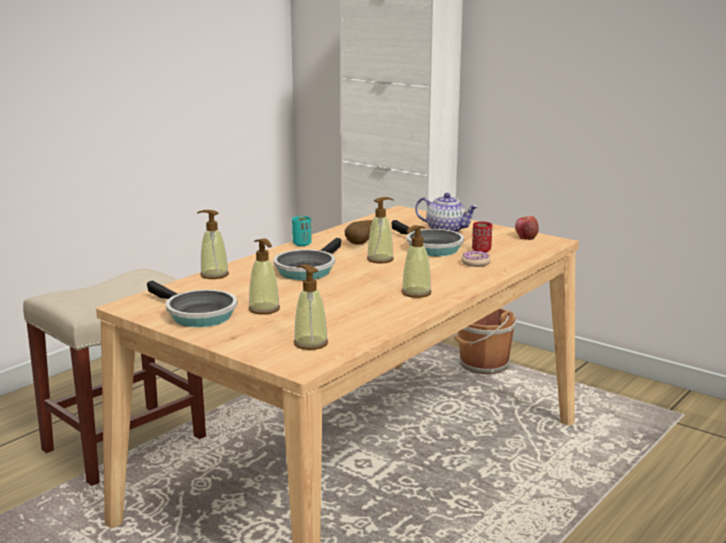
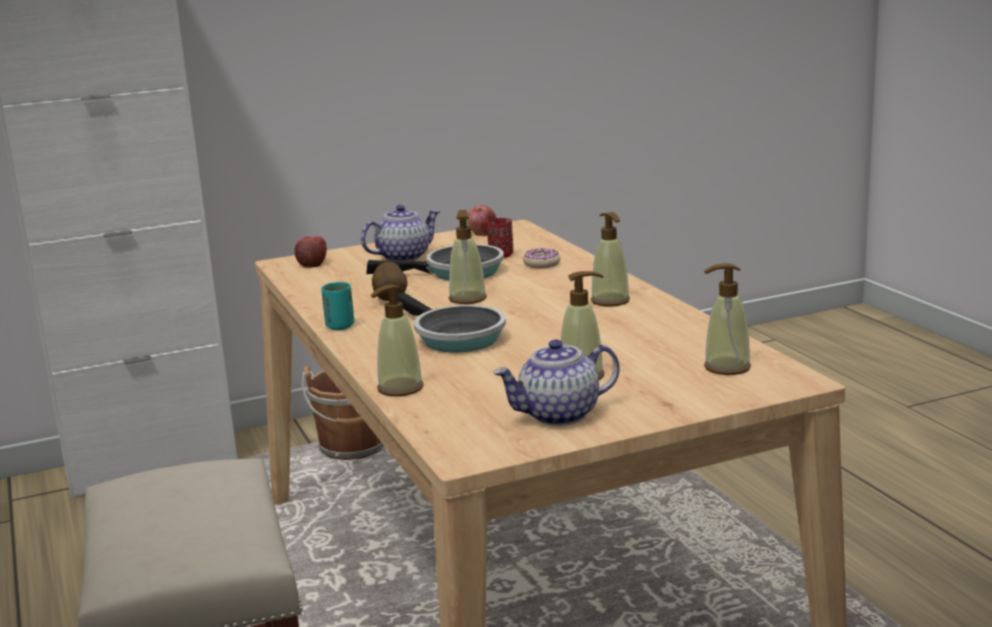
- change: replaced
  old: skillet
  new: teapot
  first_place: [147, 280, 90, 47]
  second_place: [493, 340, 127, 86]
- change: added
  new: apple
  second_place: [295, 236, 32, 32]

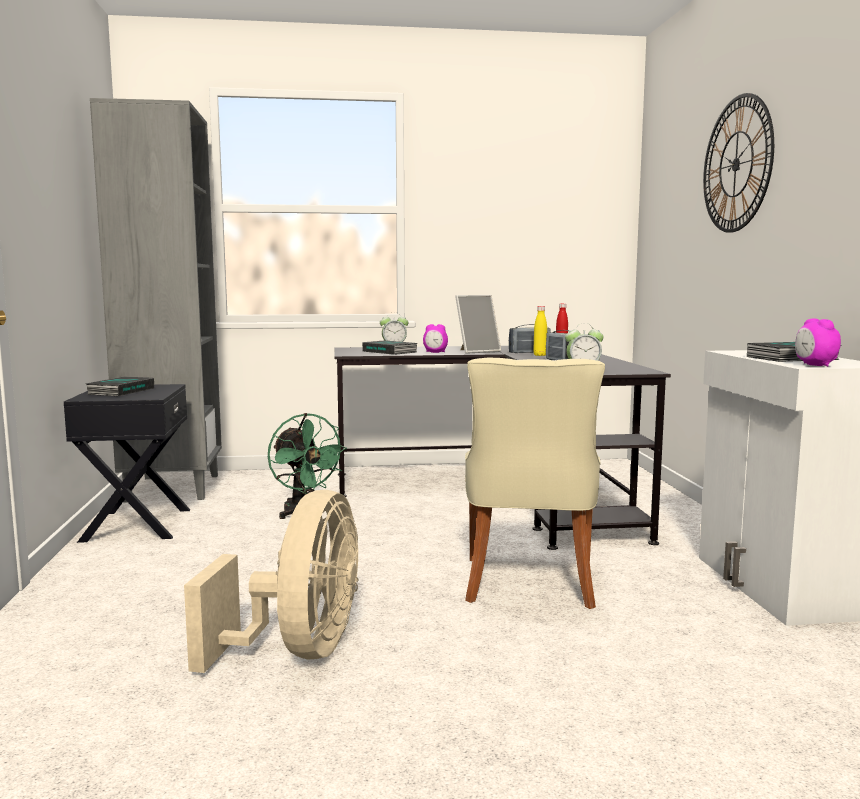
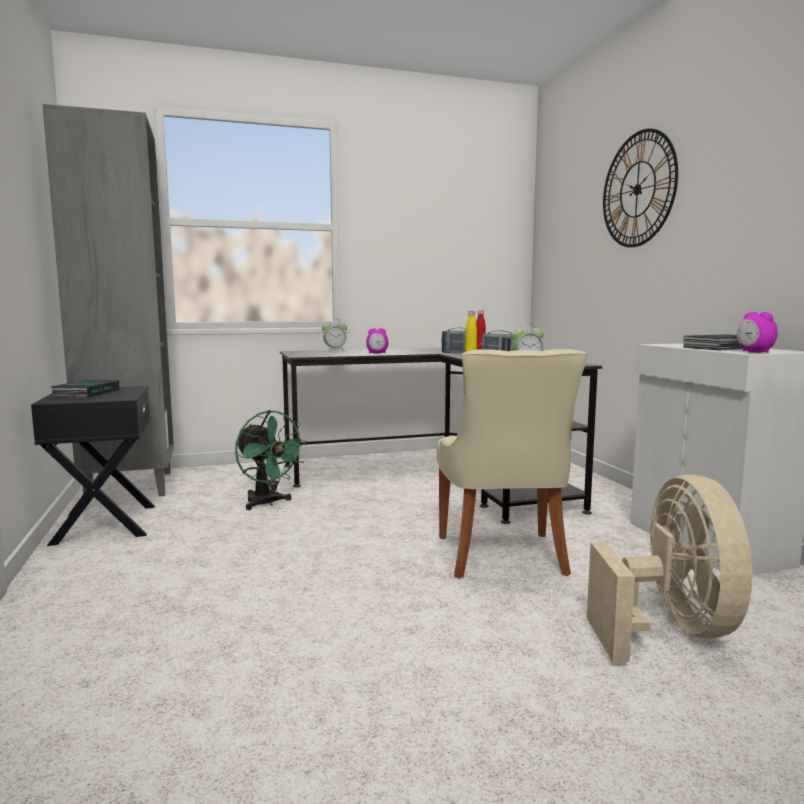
- change: removed
  old: photo frame
  first_place: [455, 295, 46, 59]
- change: removed
  old: volume
  first_place: [362, 340, 56, 15]
- change: moved
  old: cooling fan (beige)
  first_place: [184, 490, 175, 183]
  second_place: [587, 475, 165, 187]

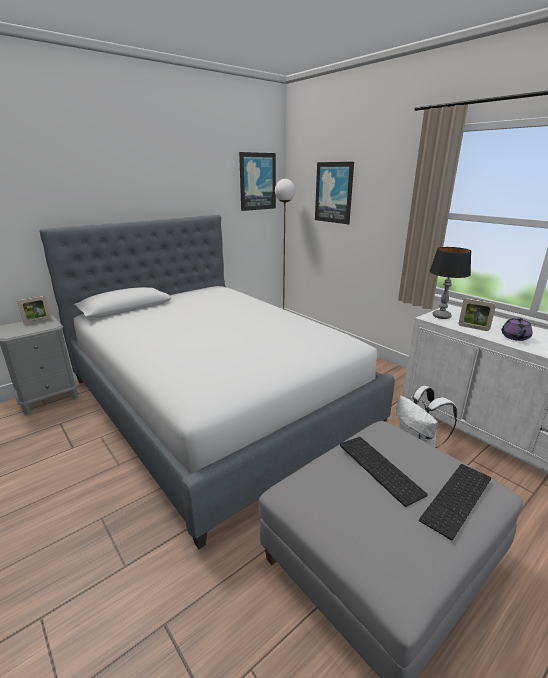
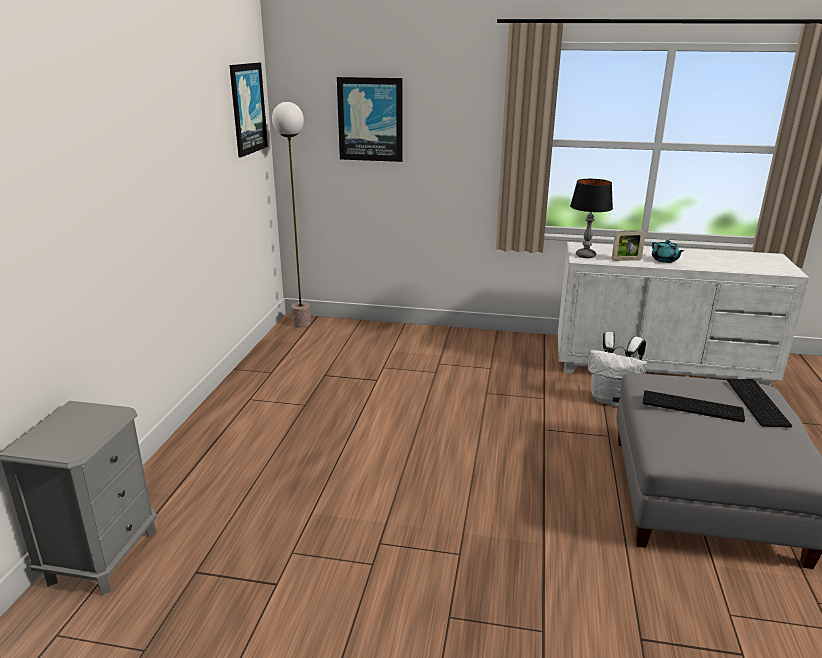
- change: removed
  old: bedroom bed
  first_place: [40, 215, 355, 334]
- change: removed
  old: photo frame
  first_place: [18, 296, 33, 28]
- change: recoloured
  old: teapot (purple-coloured)
  new: teapot (blue-green)
  first_place: [501, 317, 31, 24]
  second_place: [652, 240, 32, 23]

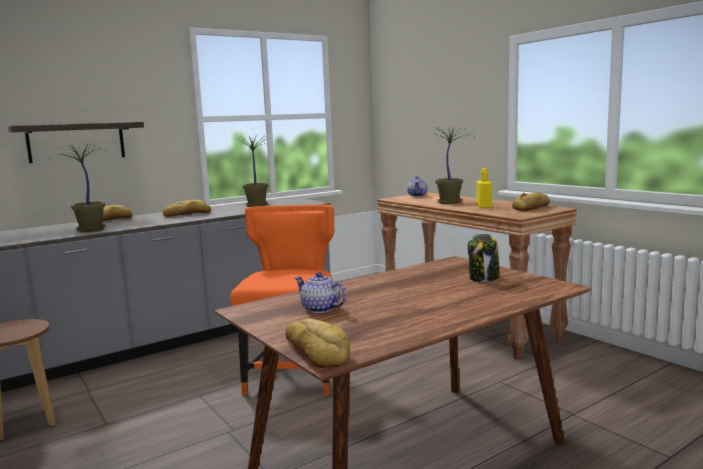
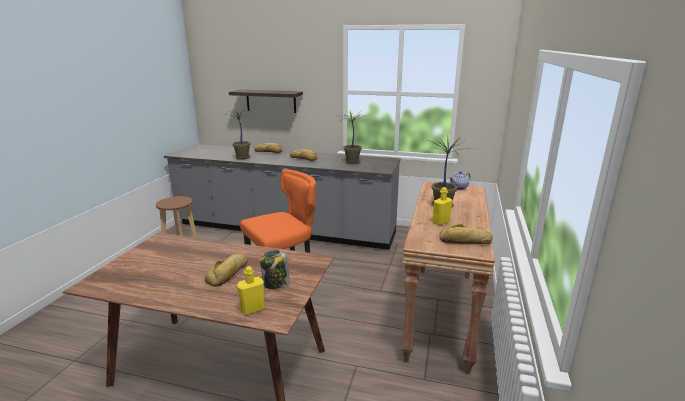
- change: removed
  old: teapot
  first_place: [295, 272, 51, 41]
- change: moved
  old: baked bread
  first_place: [285, 318, 65, 50]
  second_place: [205, 254, 42, 33]
- change: added
  new: bottle (yellow)
  second_place: [237, 266, 28, 49]

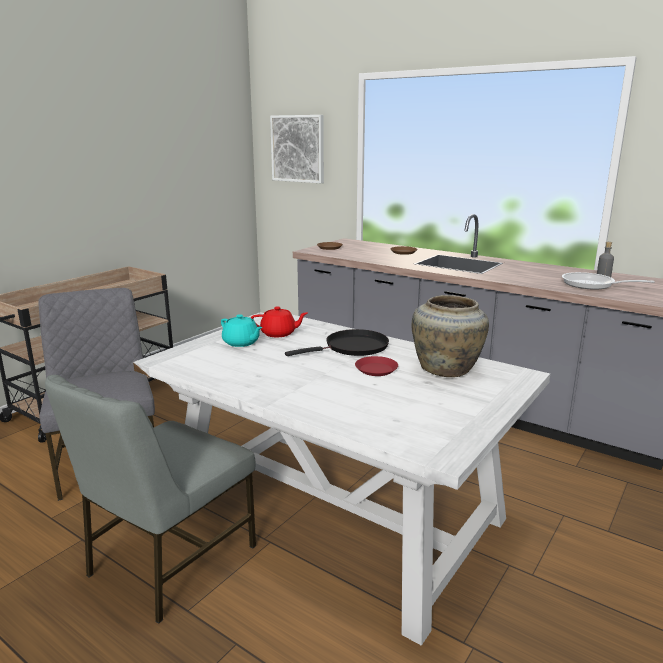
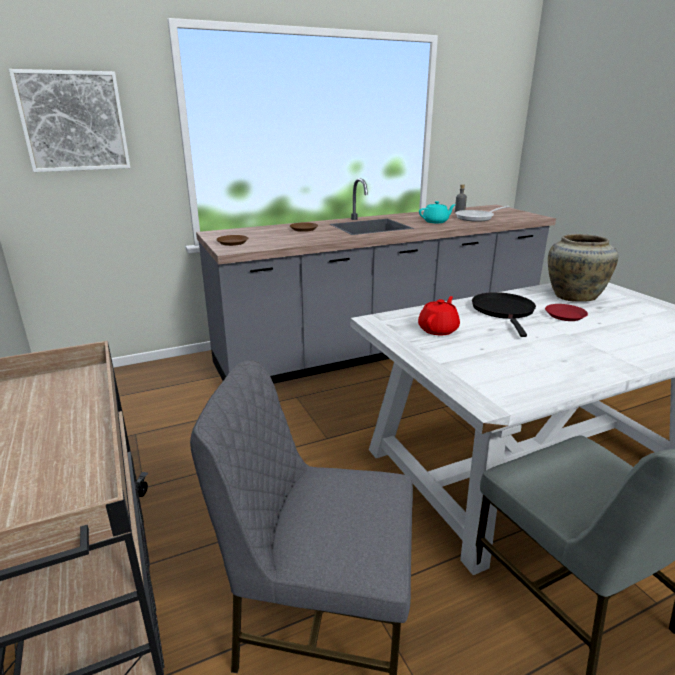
- change: moved
  old: teapot (blue-green)
  first_place: [221, 314, 42, 33]
  second_place: [419, 201, 37, 22]

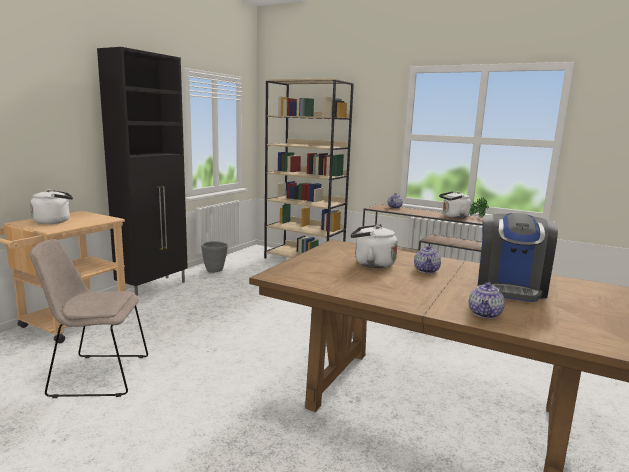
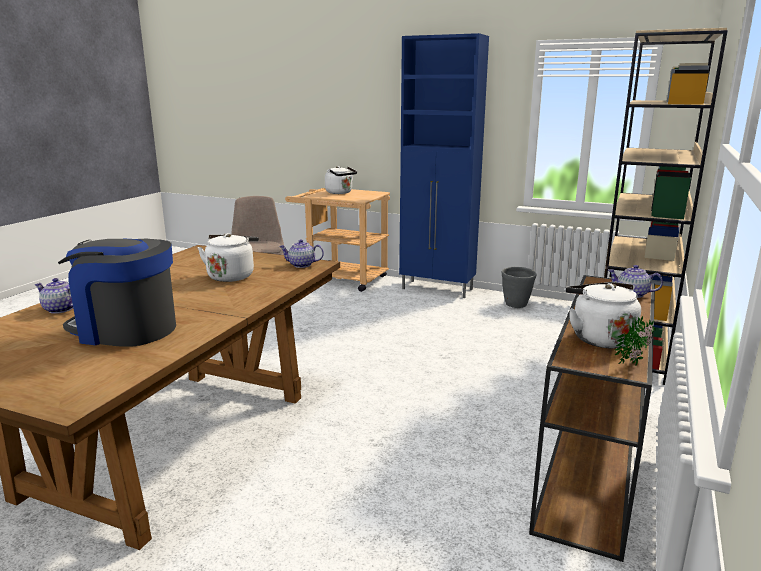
- change: recoloured
  old: storage cabinet (black-coloured)
  new: storage cabinet (blue-coloured)
  first_place: [97, 47, 91, 249]
  second_place: [399, 33, 90, 265]
- change: moved
  old: teapot
  first_place: [414, 246, 27, 27]
  second_place: [279, 239, 45, 29]

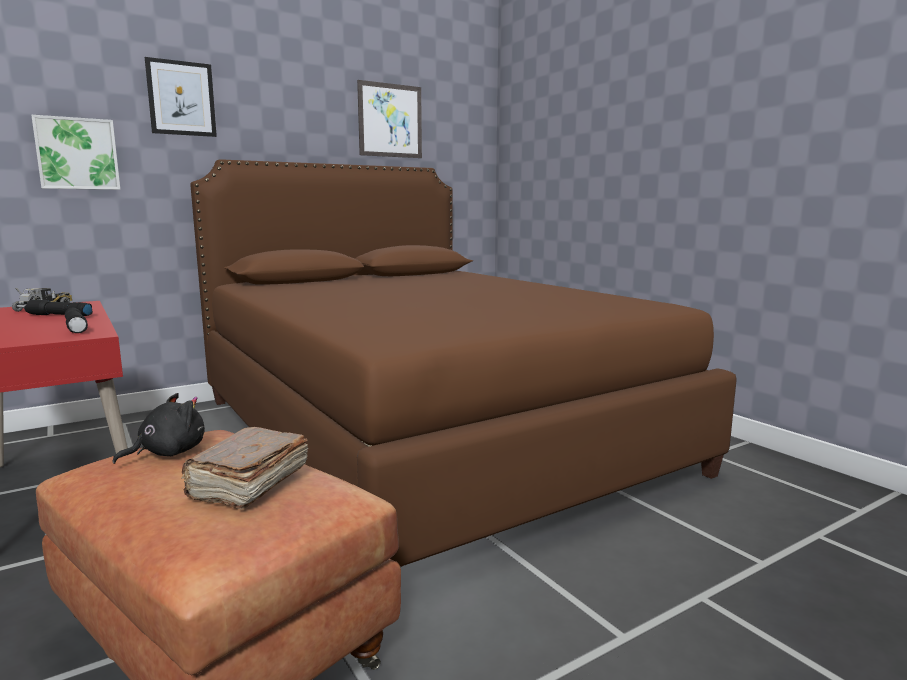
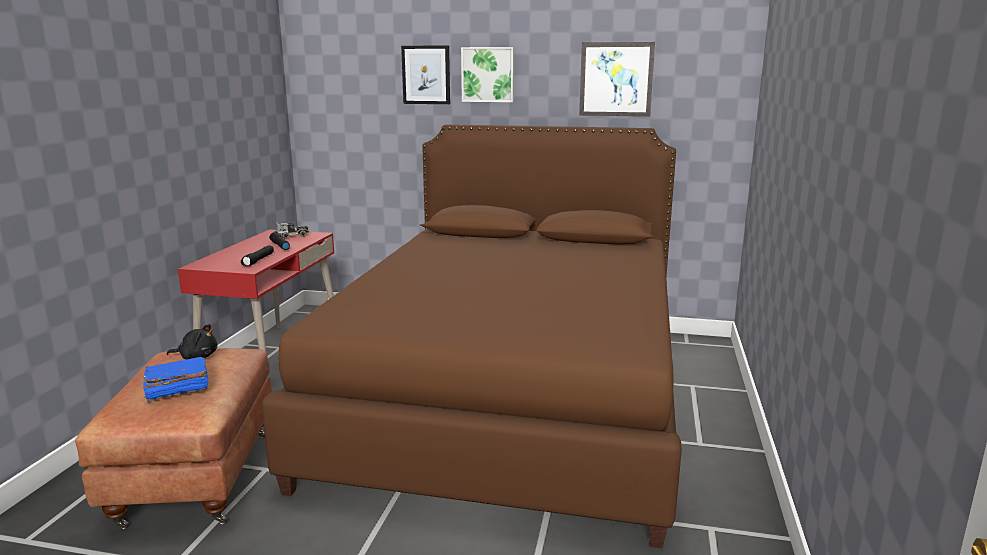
- change: moved
  old: wall picture
  first_place: [31, 115, 89, 75]
  second_place: [461, 47, 53, 55]
- change: recoloured
  old: volume (brown)
  new: volume (blue-coloured)
  first_place: [182, 427, 126, 83]
  second_place: [143, 357, 66, 45]

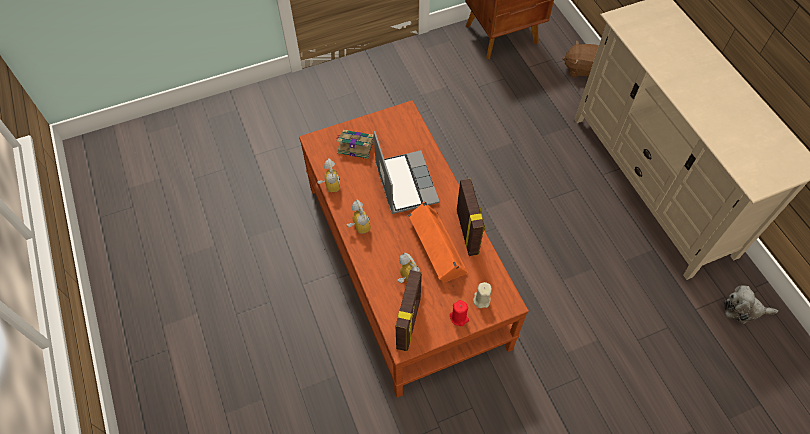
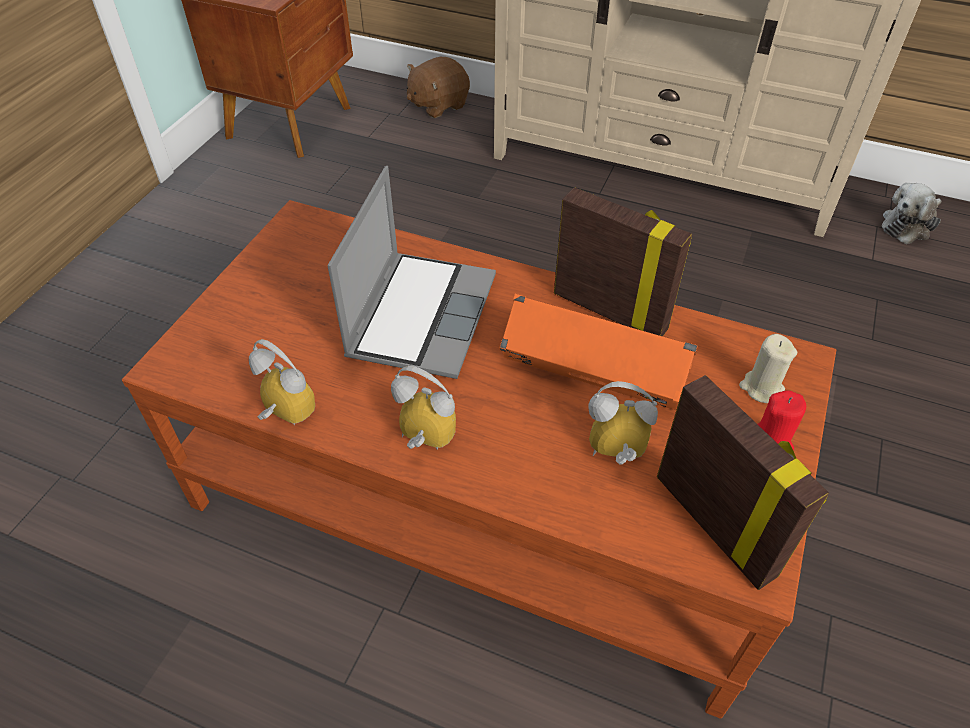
- change: removed
  old: volume
  first_place: [337, 130, 37, 29]
- change: turned
  old: portable computer
  first_place: [374, 131, 66, 83]
  second_place: [327, 166, 169, 213]
  degrees: 75

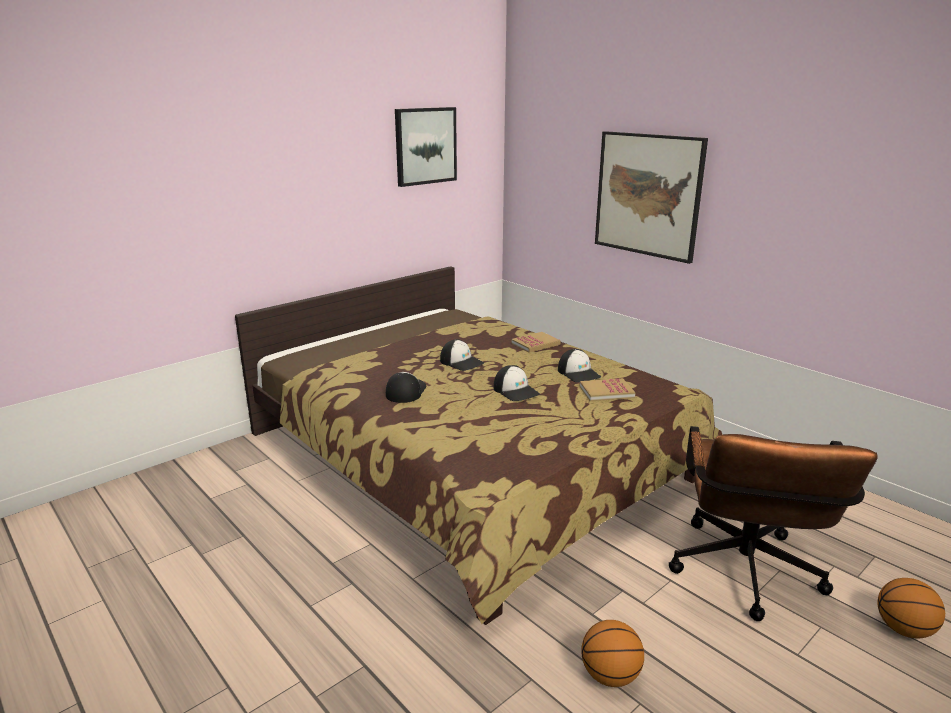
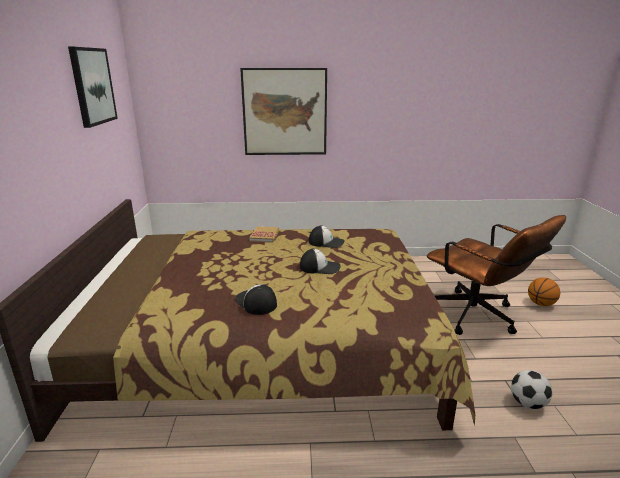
- change: removed
  old: baseball cap
  first_place: [440, 339, 44, 32]
- change: removed
  old: volume
  first_place: [579, 378, 57, 23]
- change: replaced
  old: ball for basketball
  new: football
  first_place: [581, 620, 63, 67]
  second_place: [511, 370, 42, 39]

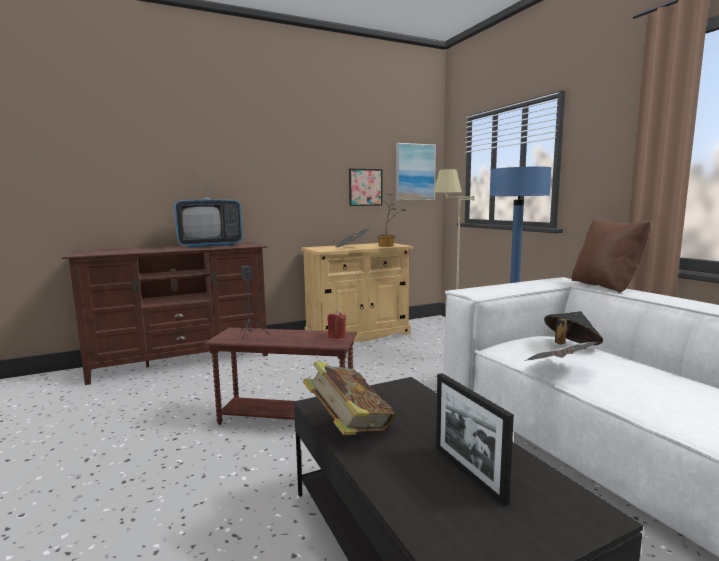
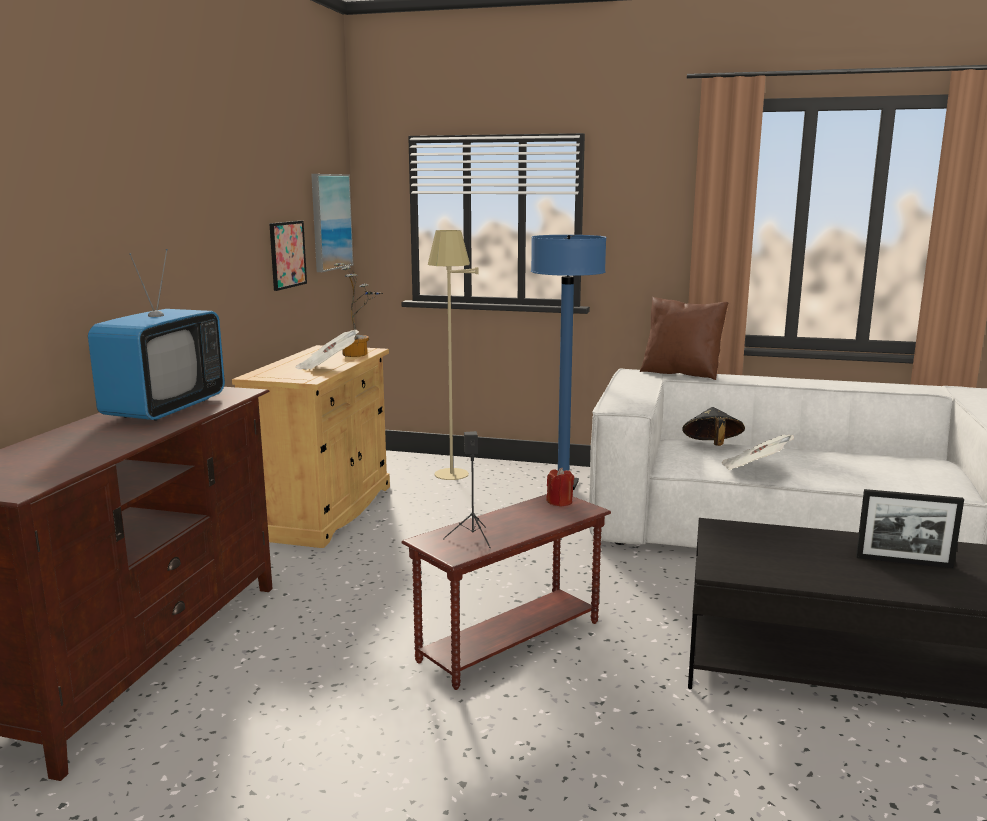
- change: removed
  old: volume
  first_place: [303, 361, 92, 74]

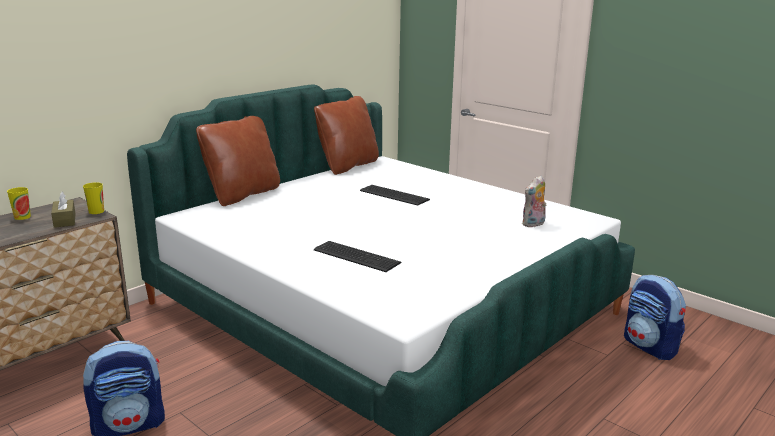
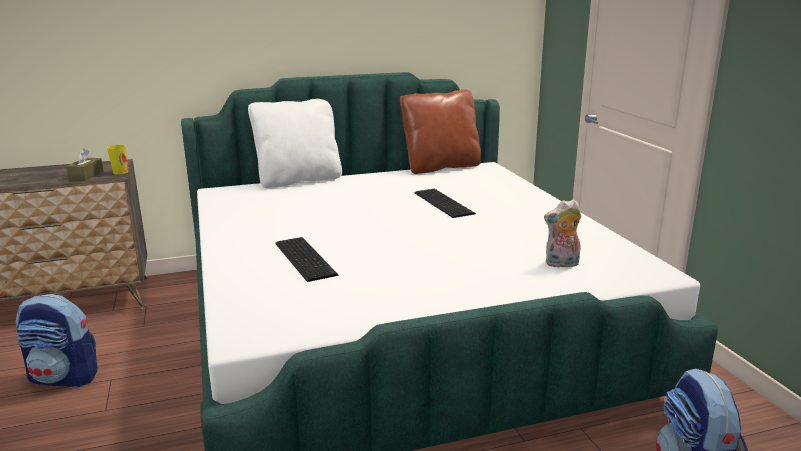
- change: recoloured
  old: cushion (brown)
  new: cushion (whitish)
  first_place: [196, 116, 84, 90]
  second_place: [248, 99, 94, 89]
- change: removed
  old: drinking cup
  first_place: [7, 187, 24, 33]

